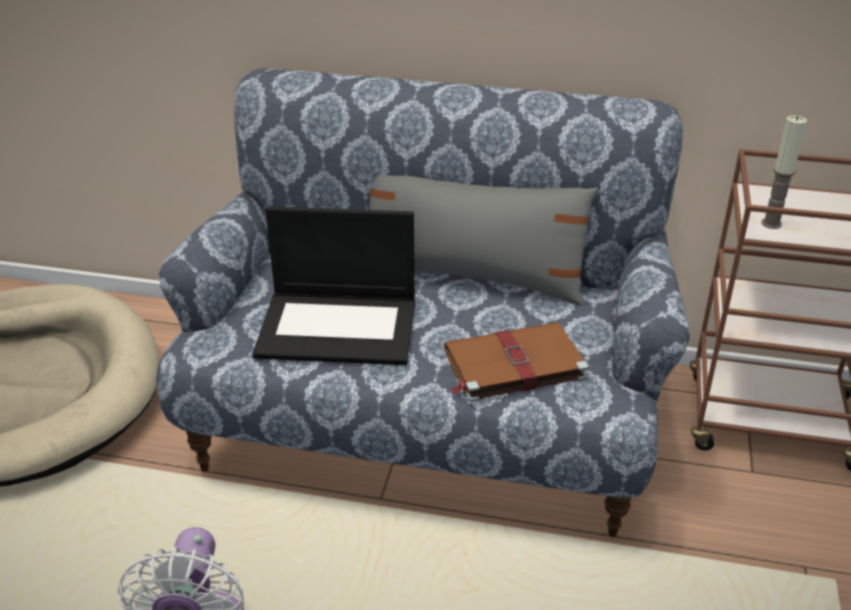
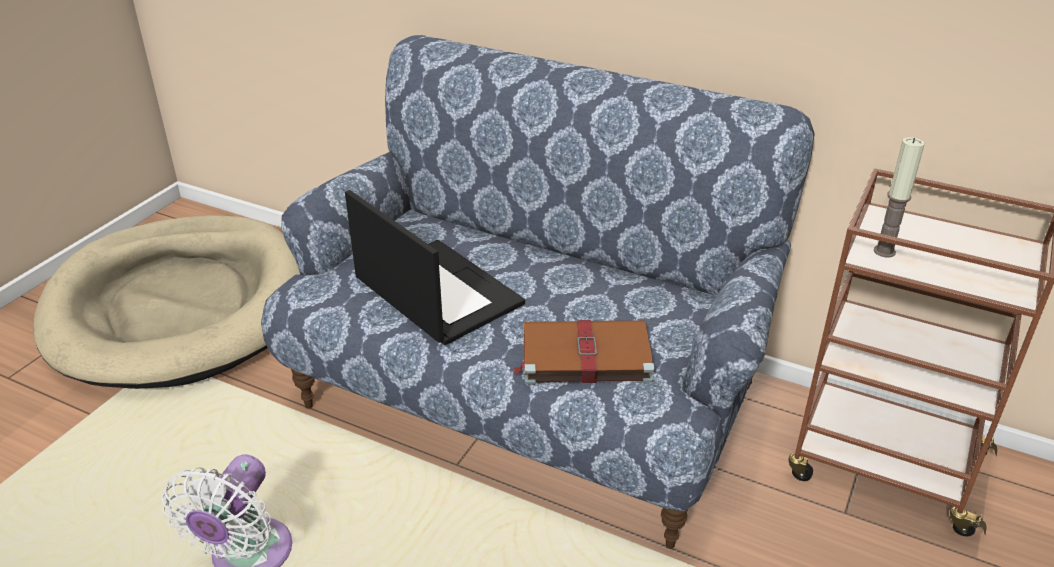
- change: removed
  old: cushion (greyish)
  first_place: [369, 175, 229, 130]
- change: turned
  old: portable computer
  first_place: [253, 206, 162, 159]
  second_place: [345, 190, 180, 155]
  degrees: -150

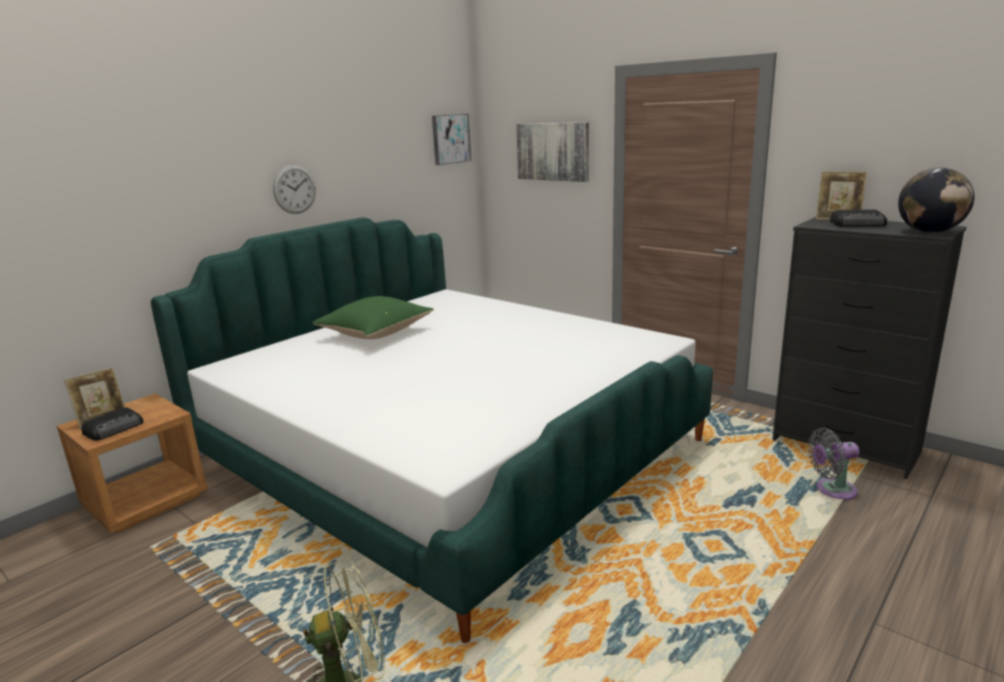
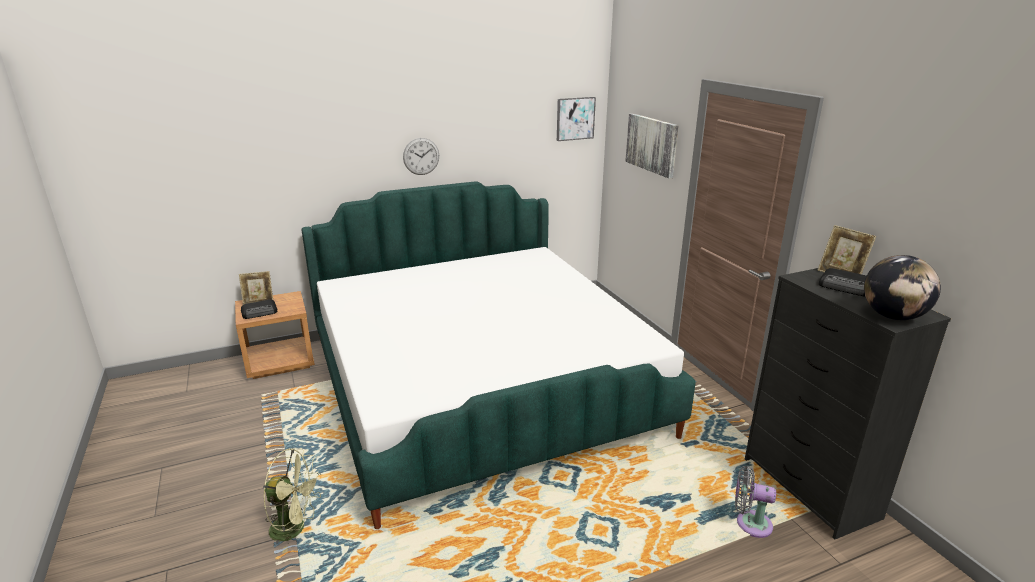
- change: removed
  old: cushion (greenish)
  first_place: [312, 296, 122, 43]

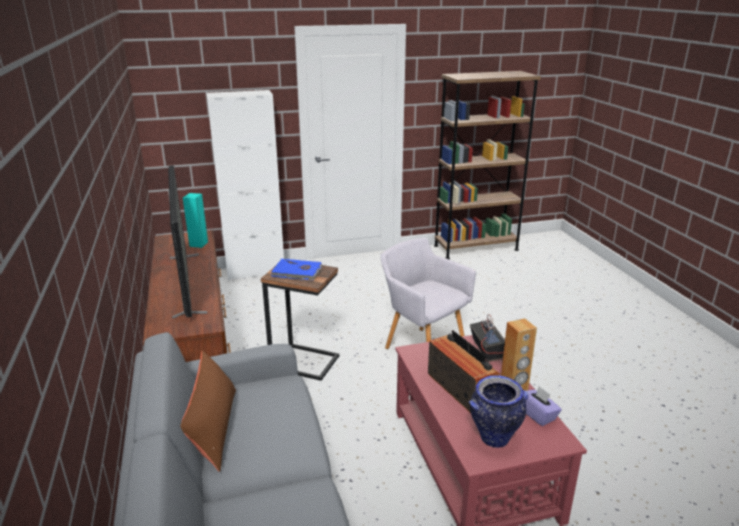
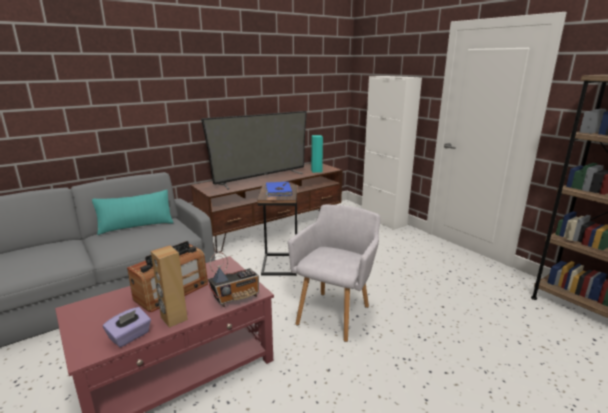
- change: recoloured
  old: cushion (brown)
  new: cushion (blue-green)
  first_place: [180, 350, 56, 122]
  second_place: [92, 190, 81, 45]
- change: removed
  old: decorative vase
  first_place: [468, 375, 61, 73]

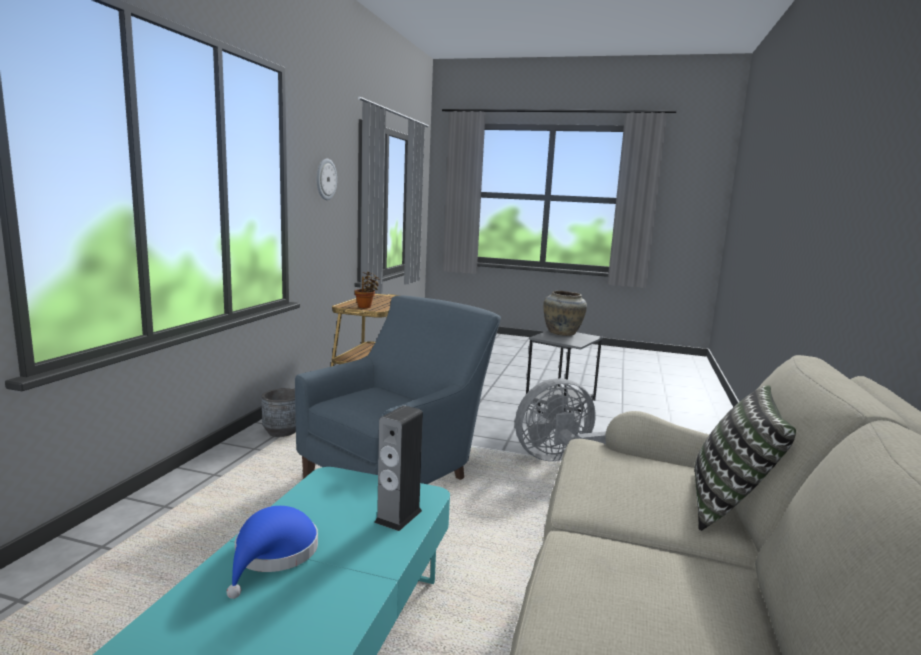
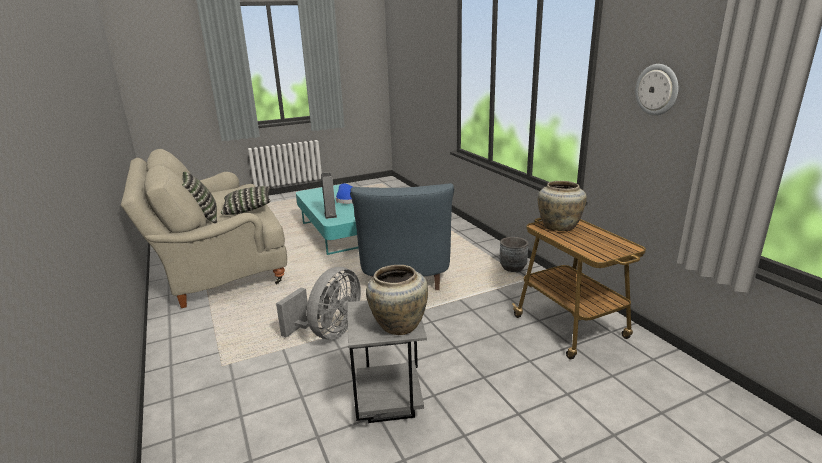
- change: replaced
  old: potted plant
  new: decorative vase (beige)
  first_place: [355, 271, 25, 37]
  second_place: [538, 181, 49, 50]
- change: added
  new: cushion
  second_place: [221, 186, 50, 29]

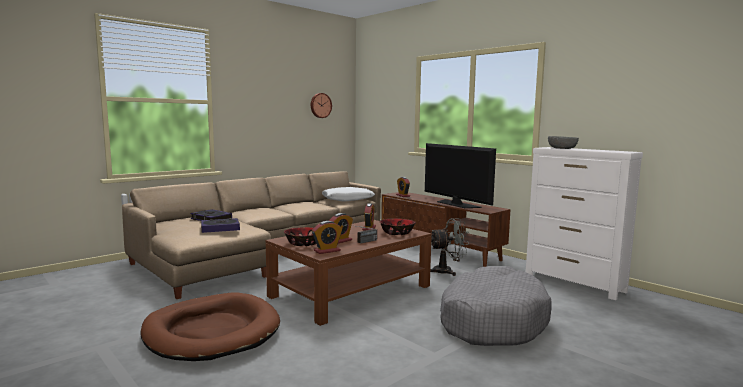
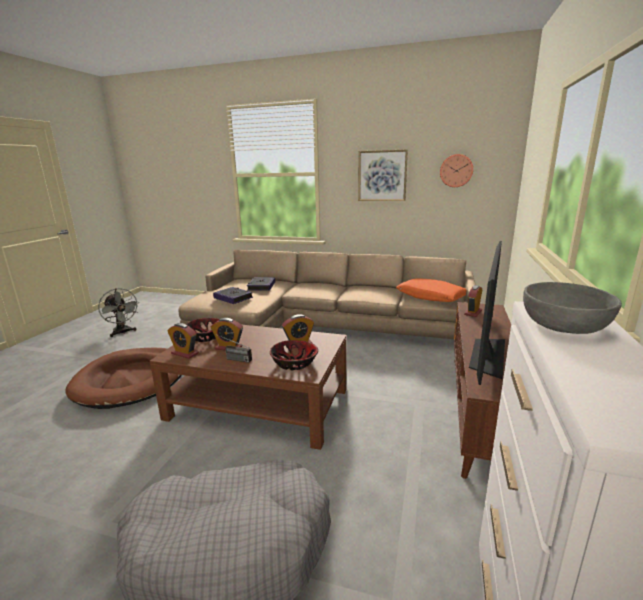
- change: recoloured
  old: cushion (whitish)
  new: cushion (orangey)
  first_place: [322, 187, 53, 15]
  second_place: [396, 278, 70, 24]
- change: moved
  old: cooling fan (greyish)
  first_place: [430, 218, 39, 58]
  second_place: [98, 288, 40, 49]
- change: added
  new: wall picture
  second_place: [358, 149, 50, 52]

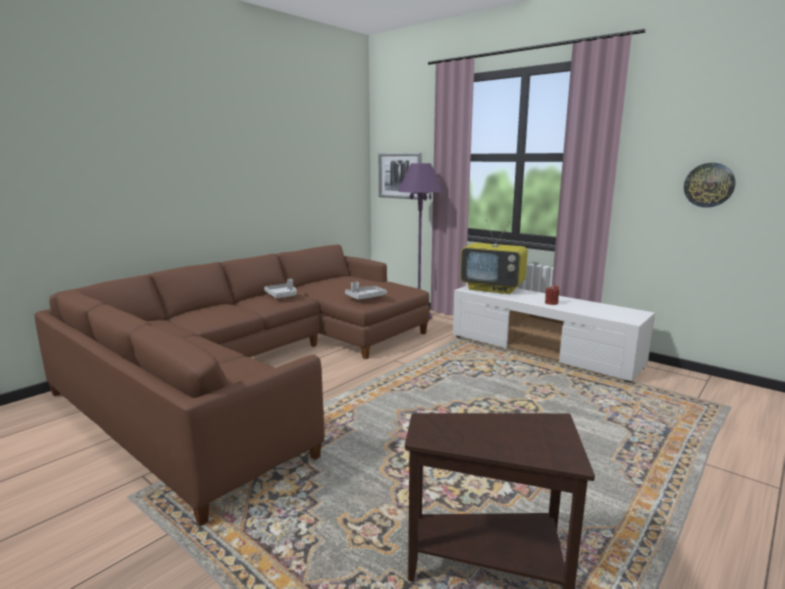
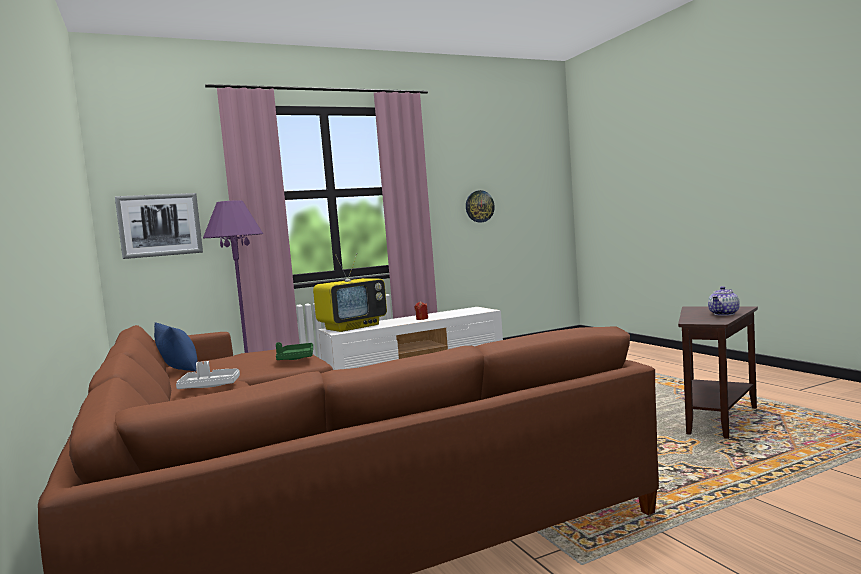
- change: recoloured
  old: tray (greyish)
  new: tray (greenish)
  first_place: [345, 282, 42, 18]
  second_place: [276, 342, 37, 18]
- change: added
  new: teapot
  second_place: [708, 286, 32, 30]
- change: added
  new: cushion (blue-coloured)
  second_place: [154, 323, 43, 49]

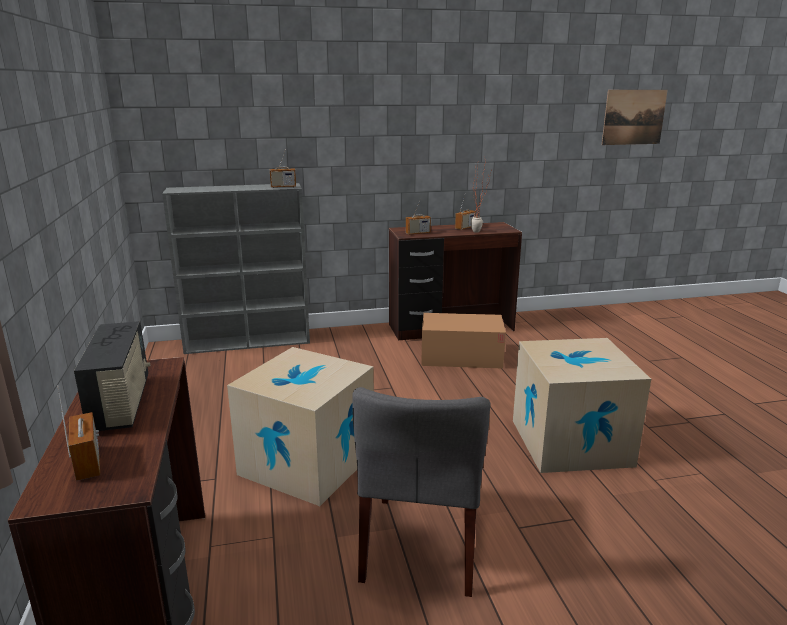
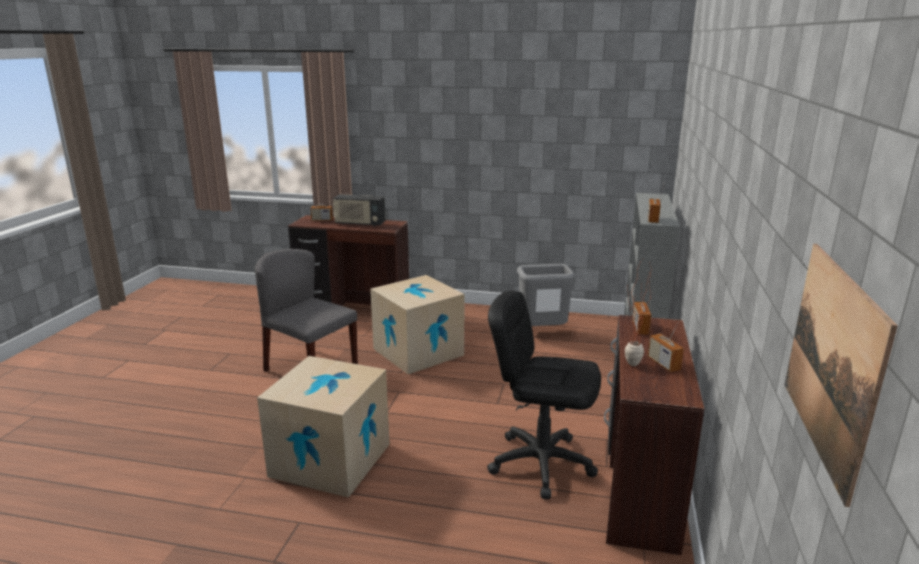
- change: replaced
  old: cardboard box
  new: office chair (black-coloured)
  first_place: [421, 313, 85, 56]
  second_place: [487, 291, 114, 208]
- change: added
  new: trash can (greyish)
  second_place: [517, 264, 58, 62]

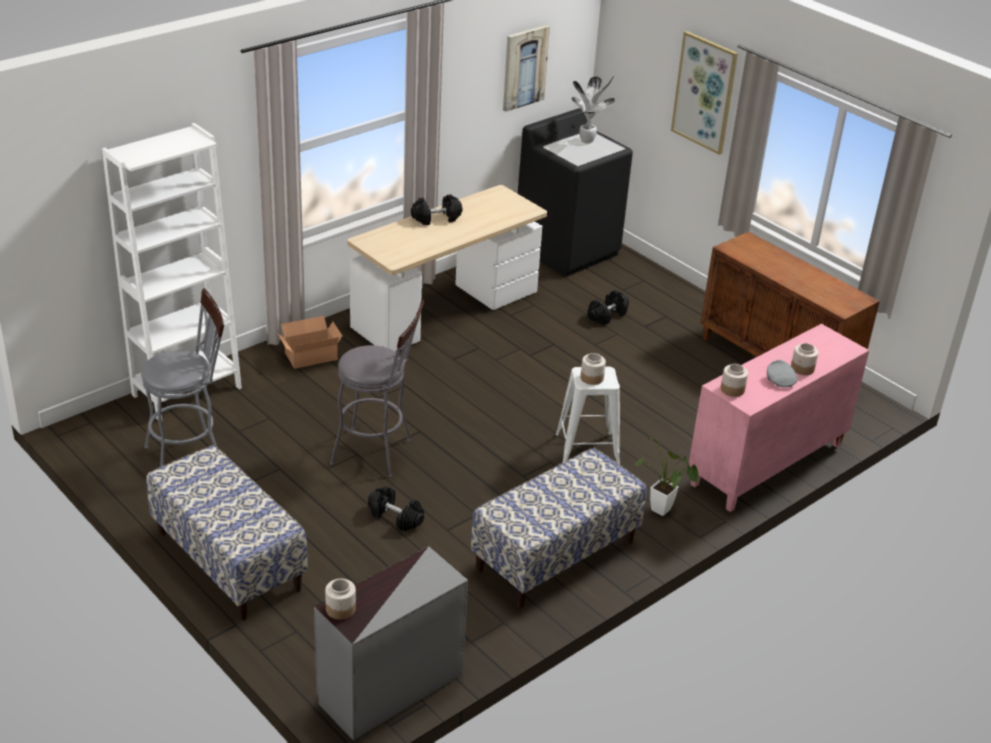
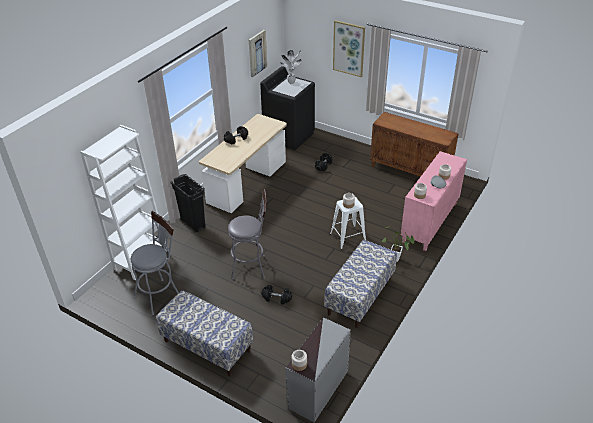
- change: replaced
  old: cardboard box
  new: trash can (black-coloured)
  first_place: [277, 316, 65, 53]
  second_place: [170, 174, 36, 58]

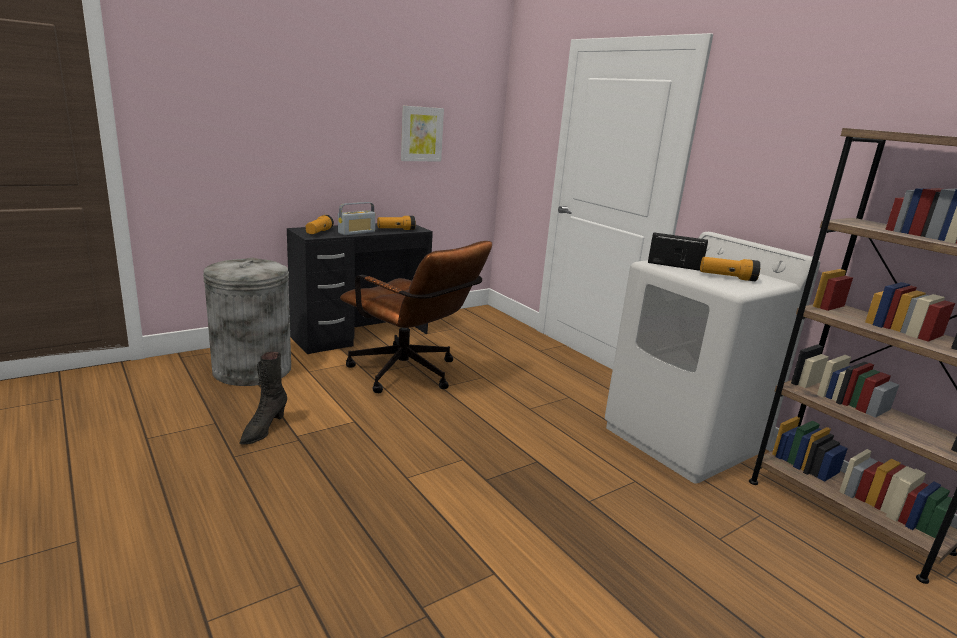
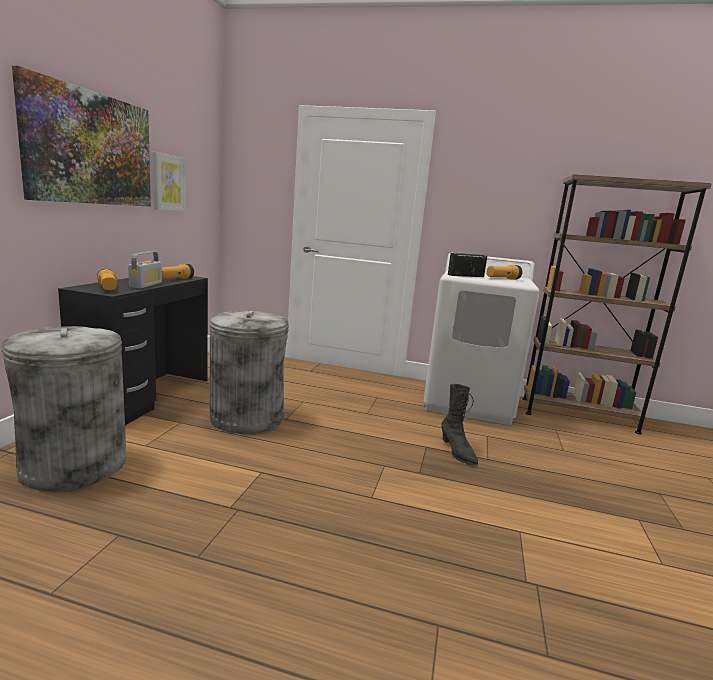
- change: replaced
  old: office chair (brown)
  new: trash can (greyish)
  first_place: [340, 241, 152, 152]
  second_place: [209, 311, 80, 123]
- change: moved
  old: tall boot (black-coloured)
  first_place: [239, 351, 48, 94]
  second_place: [442, 384, 36, 82]
- change: added
  new: wall picture
  second_place: [12, 65, 139, 142]

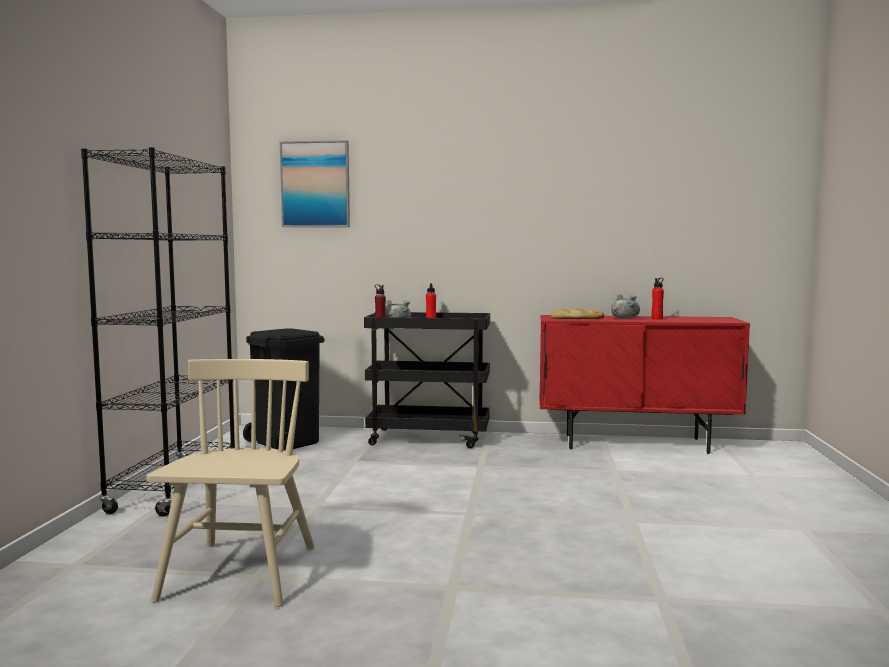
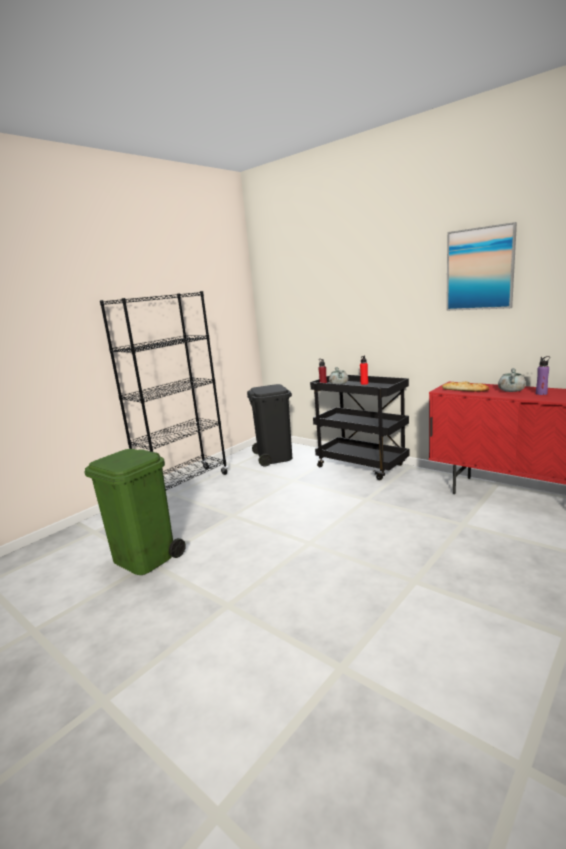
- change: moved
  old: wall picture
  first_place: [280, 140, 70, 87]
  second_place: [446, 222, 71, 89]
- change: recoloured
  old: bottle (red-coloured)
  new: bottle (purple-coloured)
  first_place: [651, 278, 13, 41]
  second_place: [536, 356, 14, 39]
- change: replaced
  old: plain chair (beige)
  new: trash can (greenish)
  first_place: [147, 359, 168, 248]
  second_place: [84, 449, 102, 126]

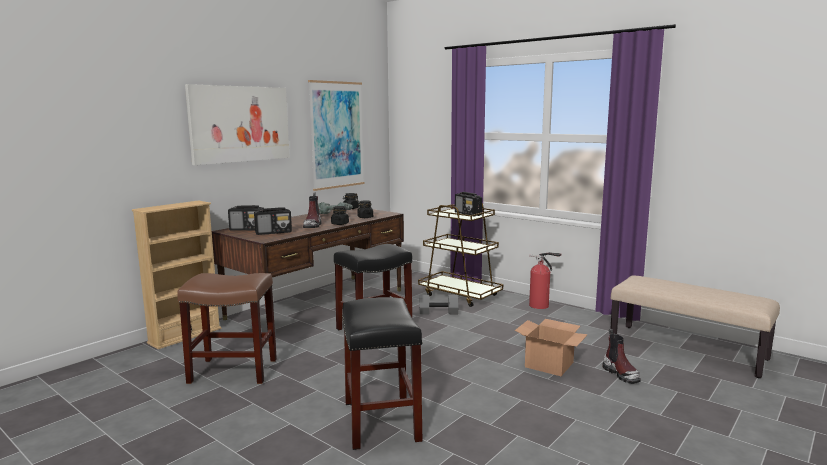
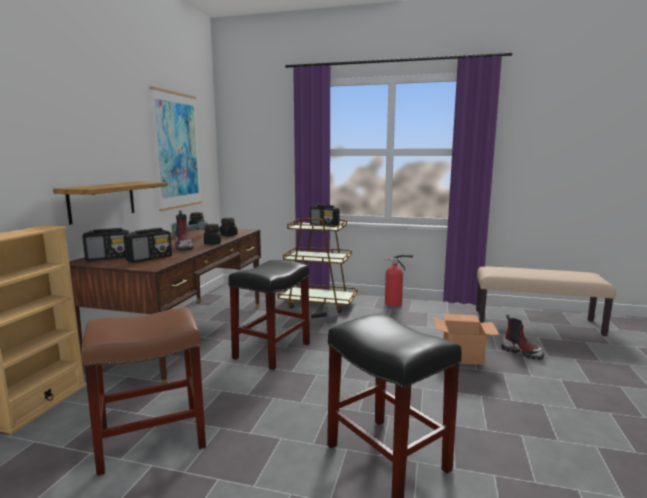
- change: removed
  old: wall picture
  first_place: [185, 84, 105, 81]
- change: added
  new: wall shelf
  second_place: [53, 182, 115, 43]

